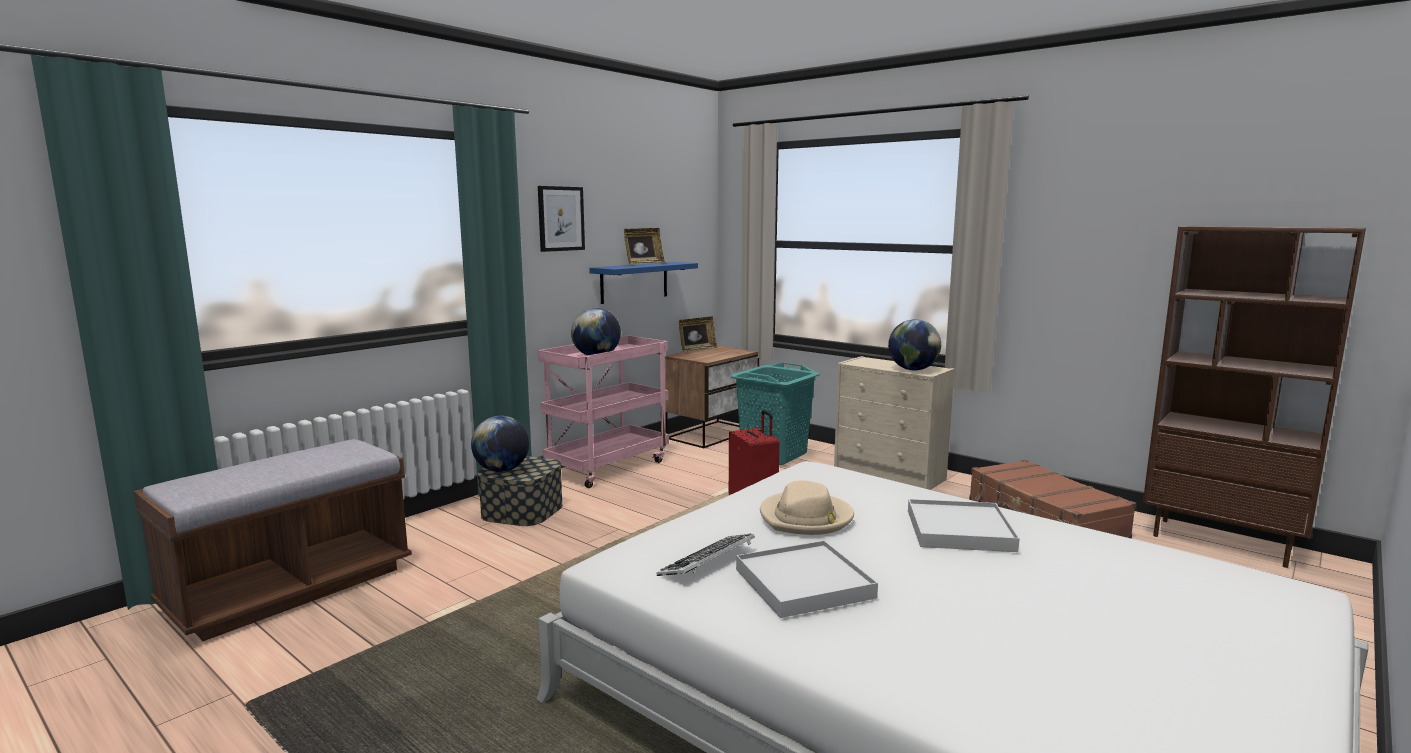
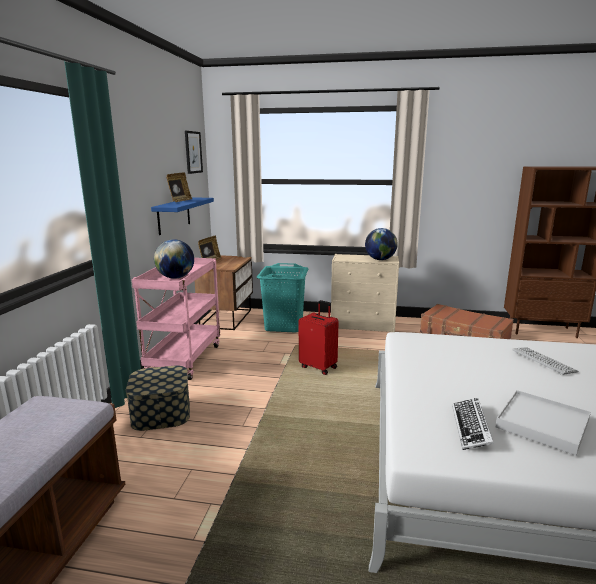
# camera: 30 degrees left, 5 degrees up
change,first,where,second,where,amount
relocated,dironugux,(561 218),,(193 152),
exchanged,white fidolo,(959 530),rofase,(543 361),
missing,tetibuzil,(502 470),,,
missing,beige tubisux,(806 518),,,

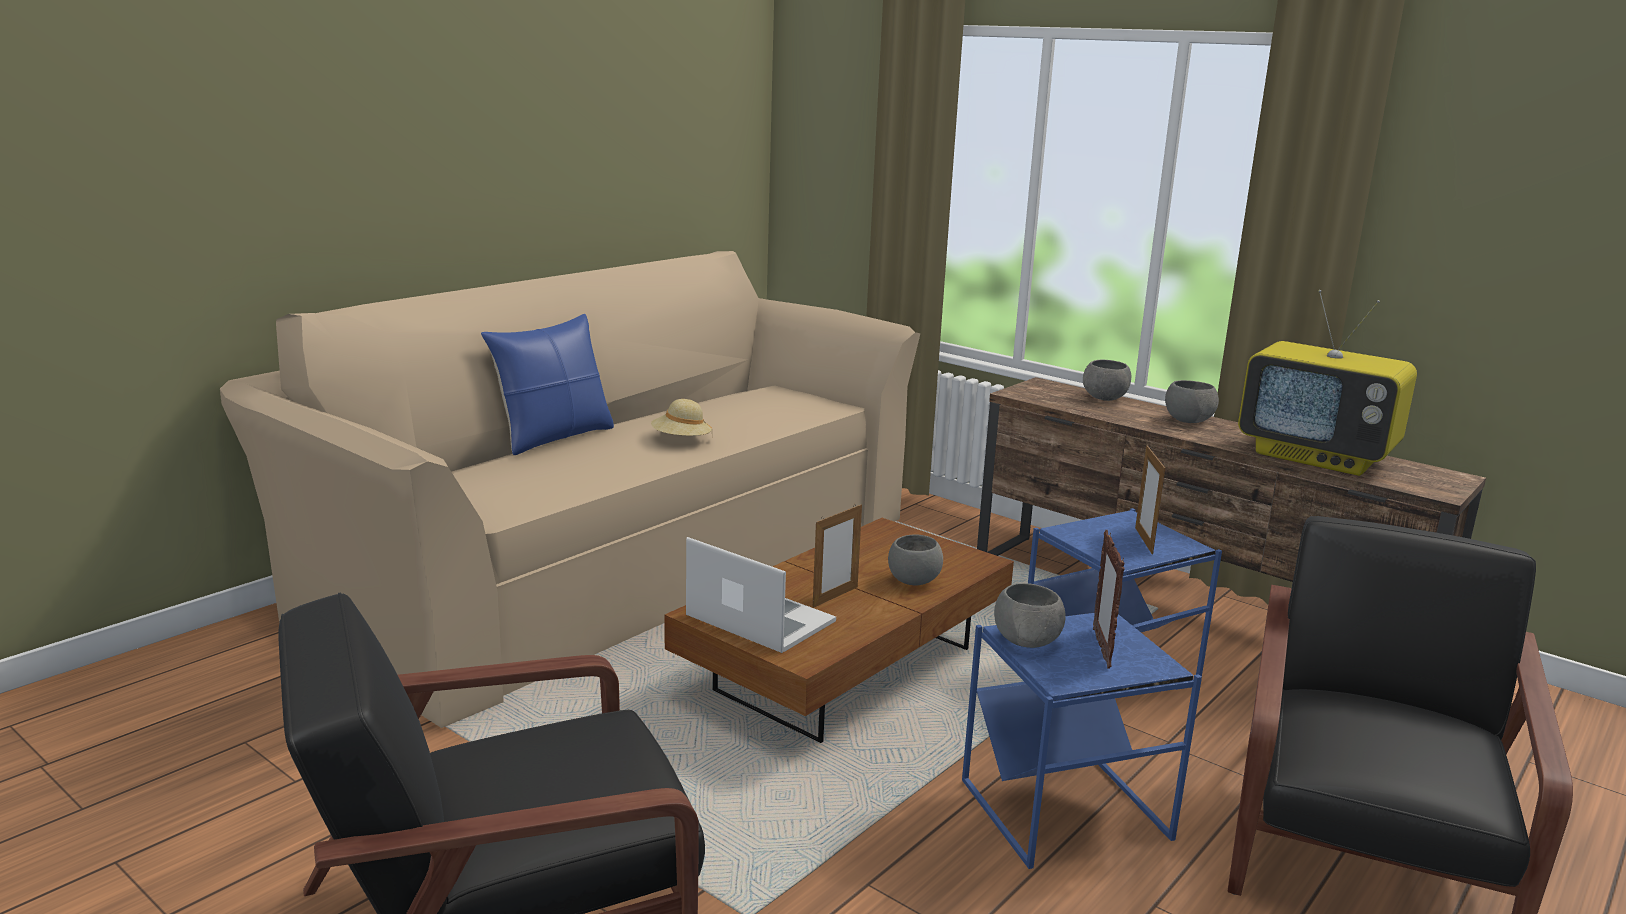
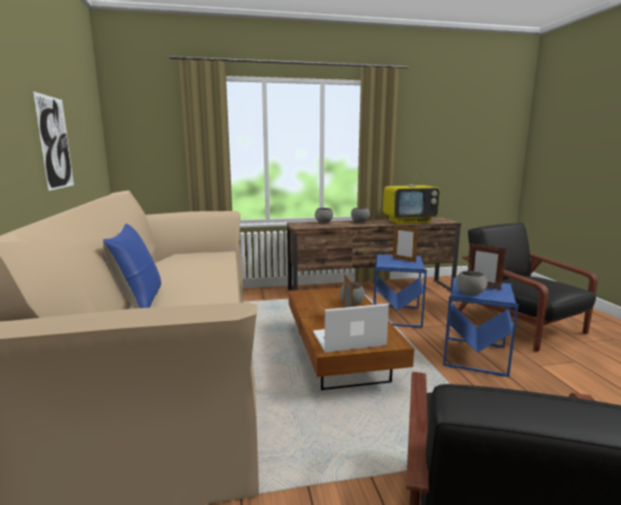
# camera: 50 degrees left, 5 degrees down
change,first,where,second,where,amount
appeared,,,dironugux,(55 143),
missing,beige tubisux,(681 441),,,

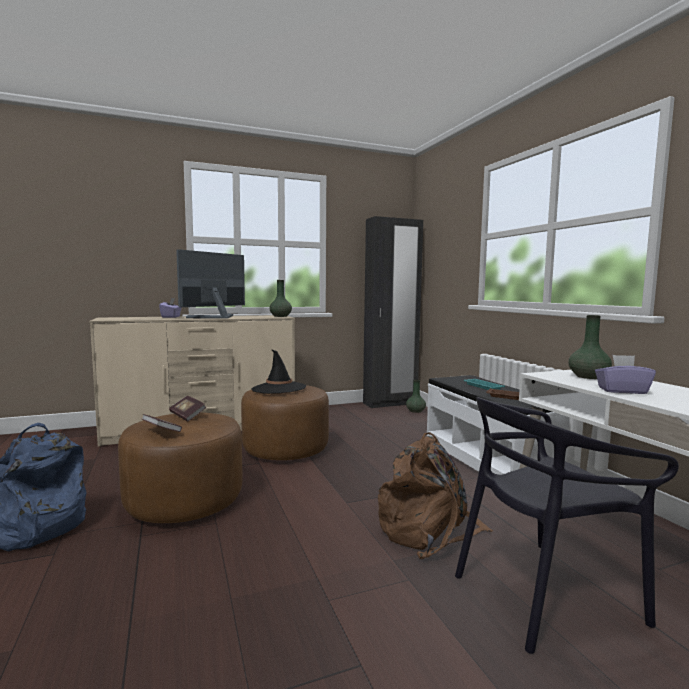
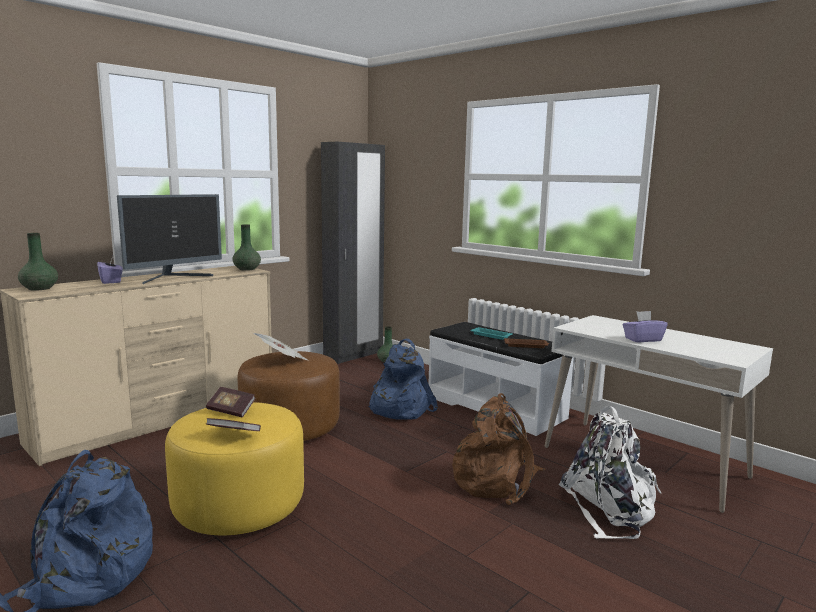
# camera: 25 degrees left, 5 degrees up
change,first,where,second,where,amount
relocated,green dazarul,(588 377),,(39 288),
spun,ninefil,(216 317),,(174 278),150 degrees counterclockwise
colour,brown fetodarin,(185 501),yellow fetodarin,(239 505),
exchanged,black tubisux,(279 388),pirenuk,(282 360),
appeared,,,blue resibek,(398 408),
exchanged,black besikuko,(544 594),white resibek,(609 508),

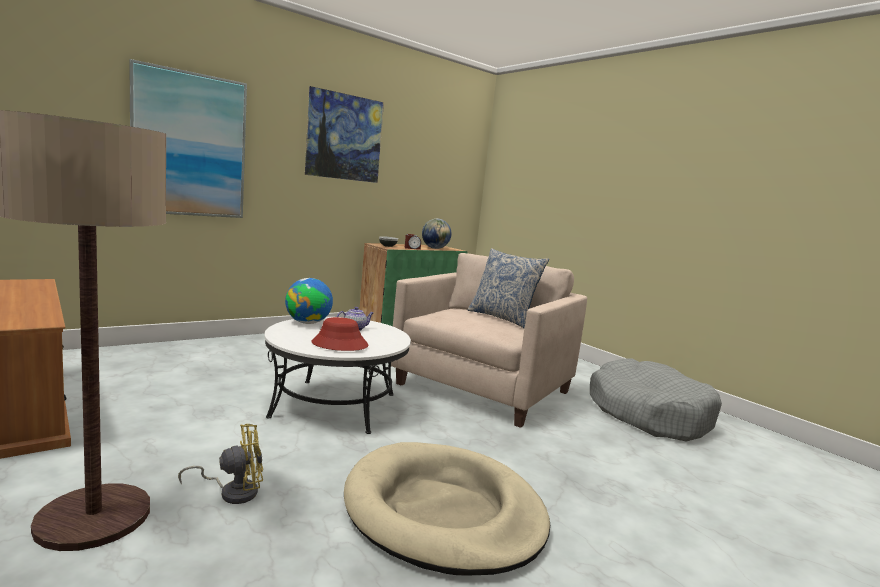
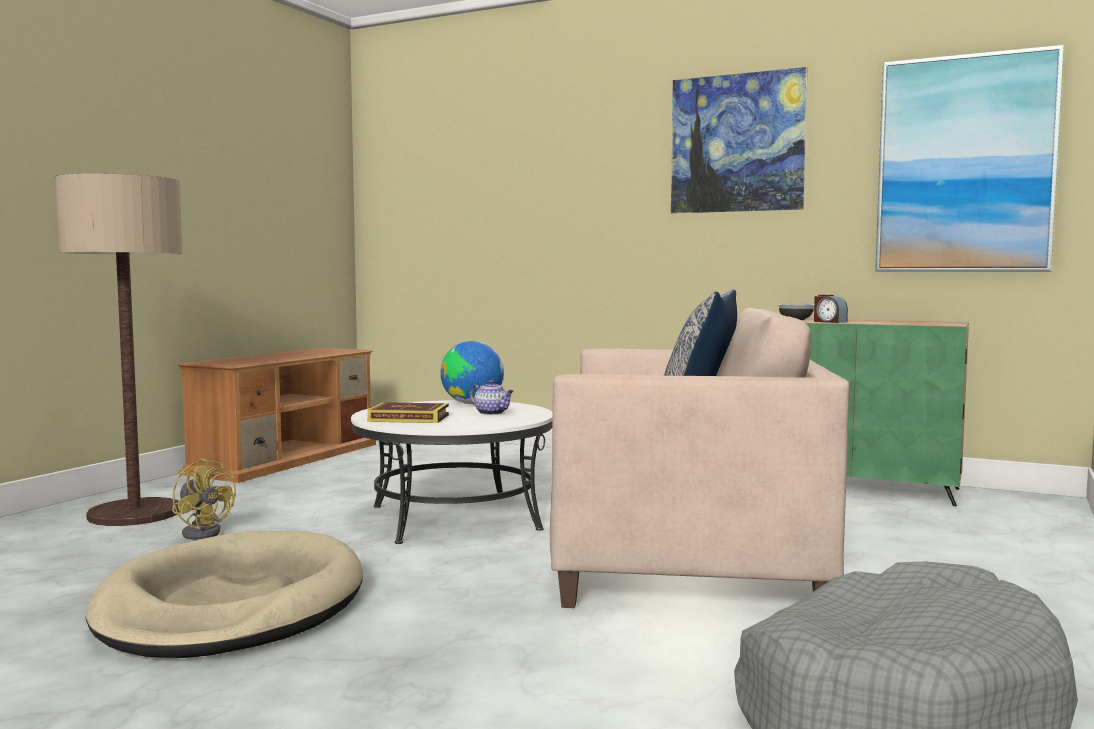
# camera: 65 degrees right, 5 degrees down
change,first,where,second,where,amount
exchanged,red tubisux,(339 344),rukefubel,(409 418),
relocated,dironugux,(190 145),,(965 164),
missing,tetibuzil,(435 248),,,

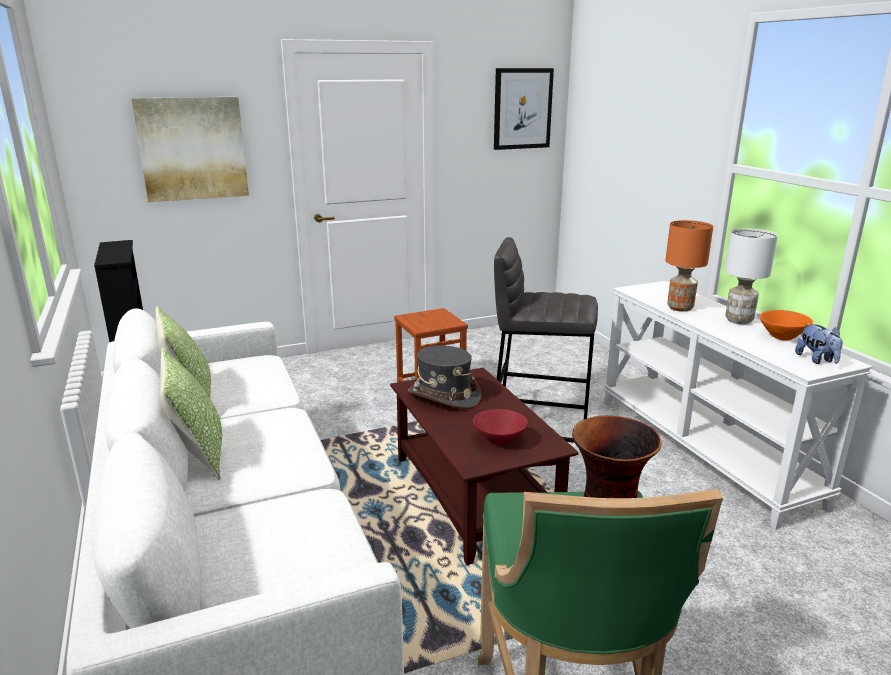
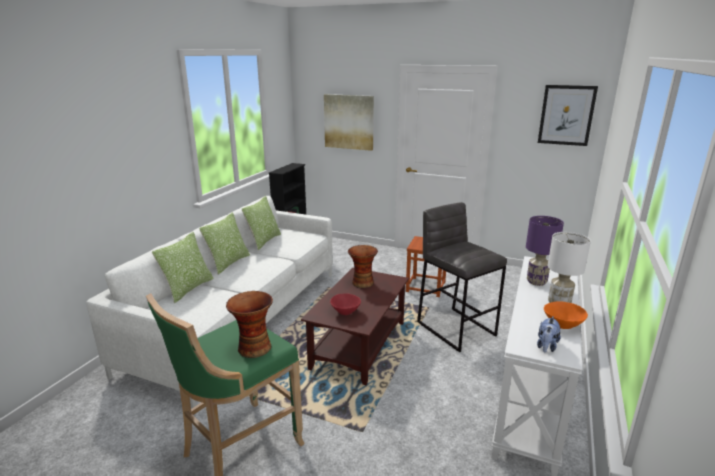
# camera: 45 degrees right, 0 degrees up
change,first,where,second,where,amount
appeared,,,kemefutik,(188 289),
exchanged,grey tubisux,(443 396),dazarul,(362 282),
colour,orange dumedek,(680 308),purple dumedek,(536 282),

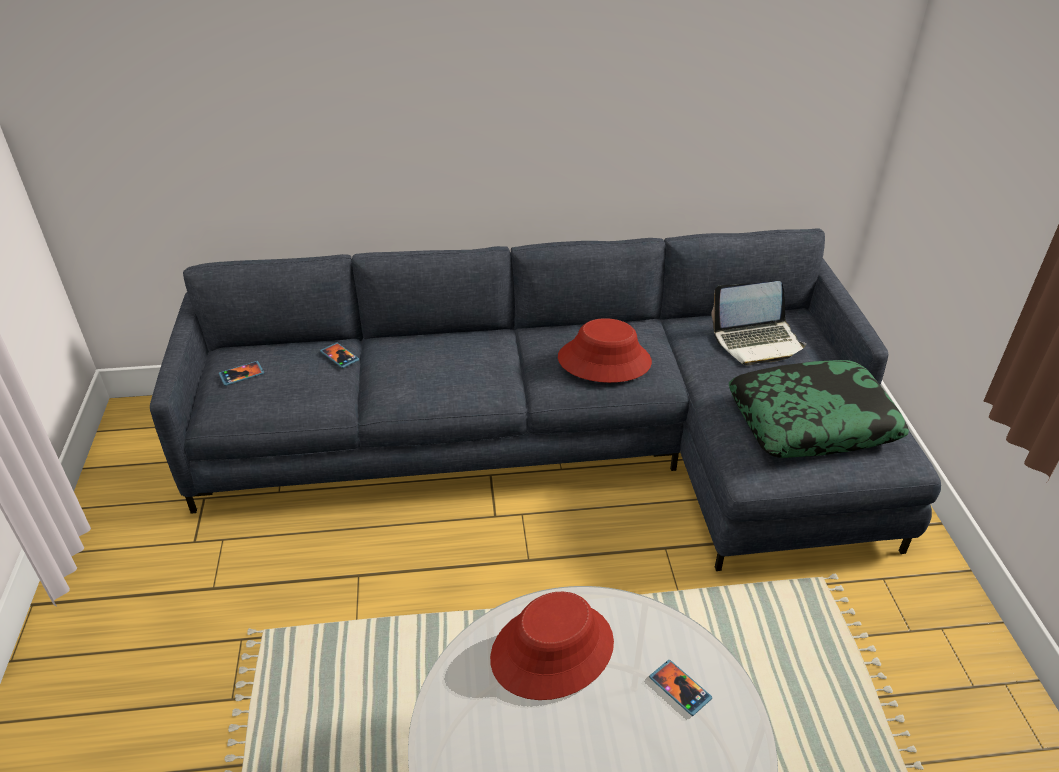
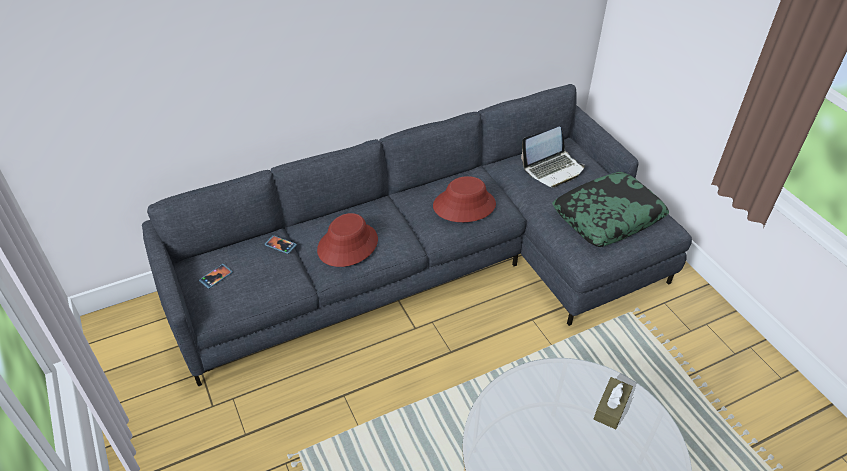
# camera: 20 degrees left, 5 degrees up
change,first,where,second,where,amount
relocated,red tubisux,(552 650),,(347 245),
exchanged,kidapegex,(680 688),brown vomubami,(611 408),

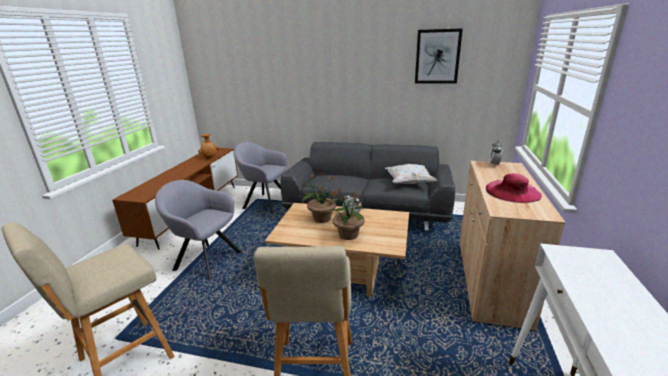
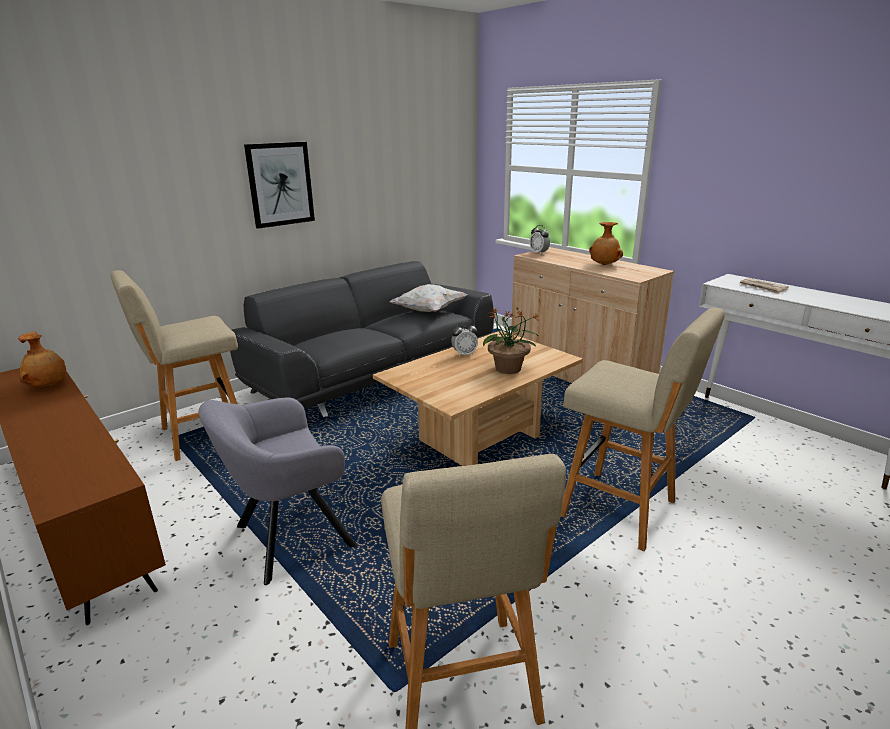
# camera: 55 degrees left, 0 degrees up
change,first,where,second,where,amount
exchanged,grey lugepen,(265 202),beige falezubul,(200 435),
relocated,dironugux,(437 56),,(280 184),
exchanged,pink tubisux,(512 191),brown dazarul,(604 265),
appeared,,,pirenuk,(762 287),
missing,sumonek,(321 218),,,

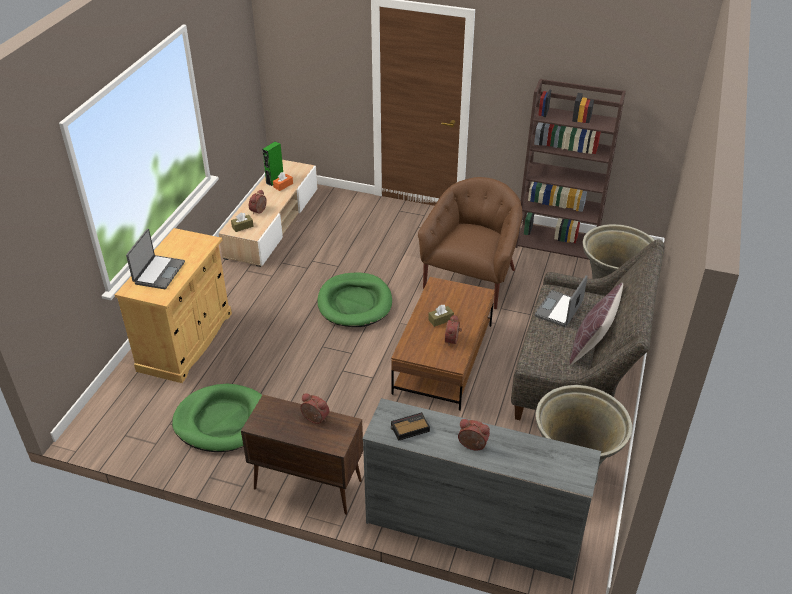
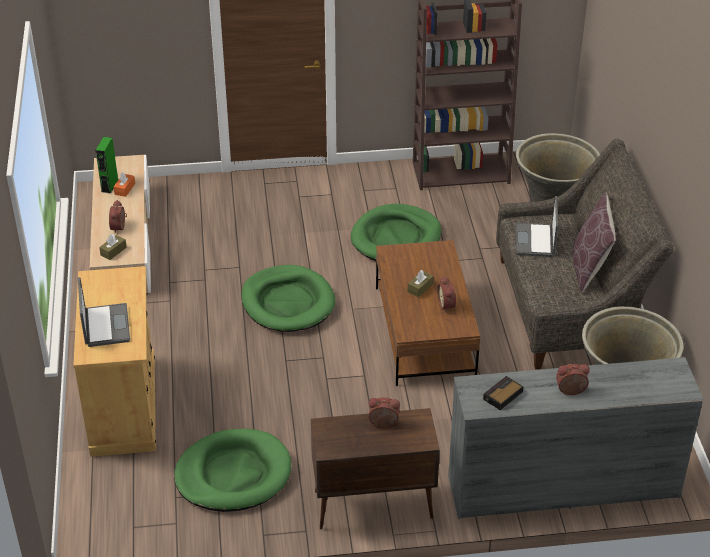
# camera: 25 degrees left, 0 degrees up
change,first,where,second,where,amount
exchanged,brown lugepen,(471 278),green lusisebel,(396 238),

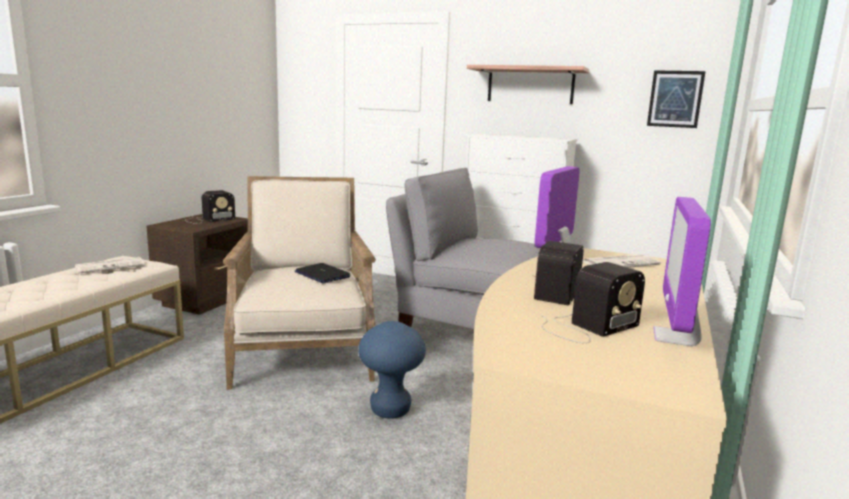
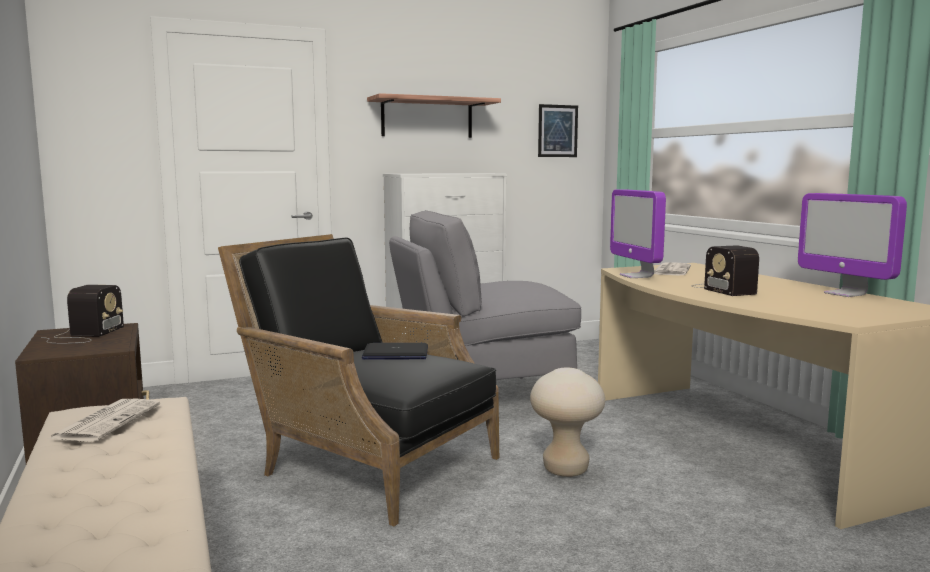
# camera: 45 degrees left, 5 degrees down
change,first,where,second,where,amount
colour,beige lugepen,(303 348),black lugepen,(365 463),
colour,blue falezubul,(390 410),beige falezubul,(565 470),
missing,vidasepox,(587 327),,,

